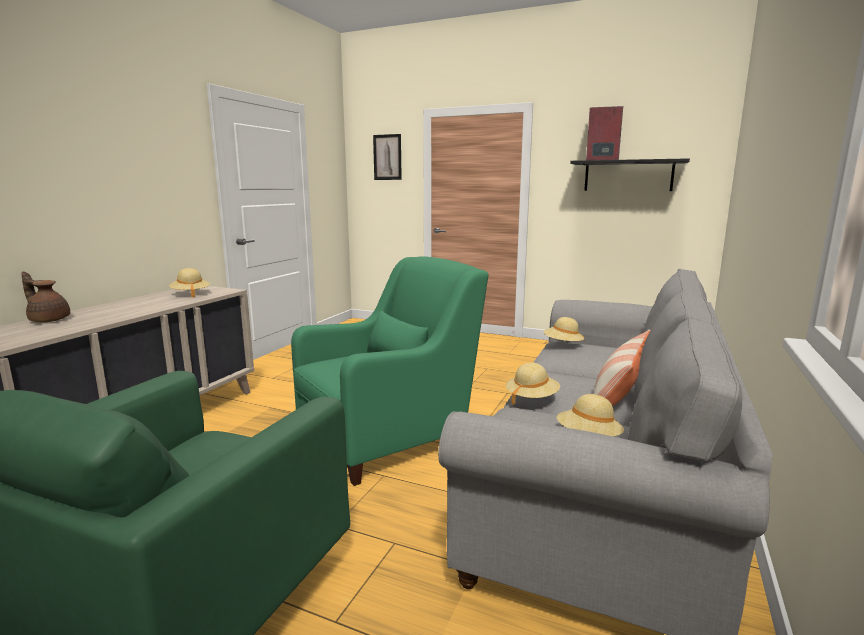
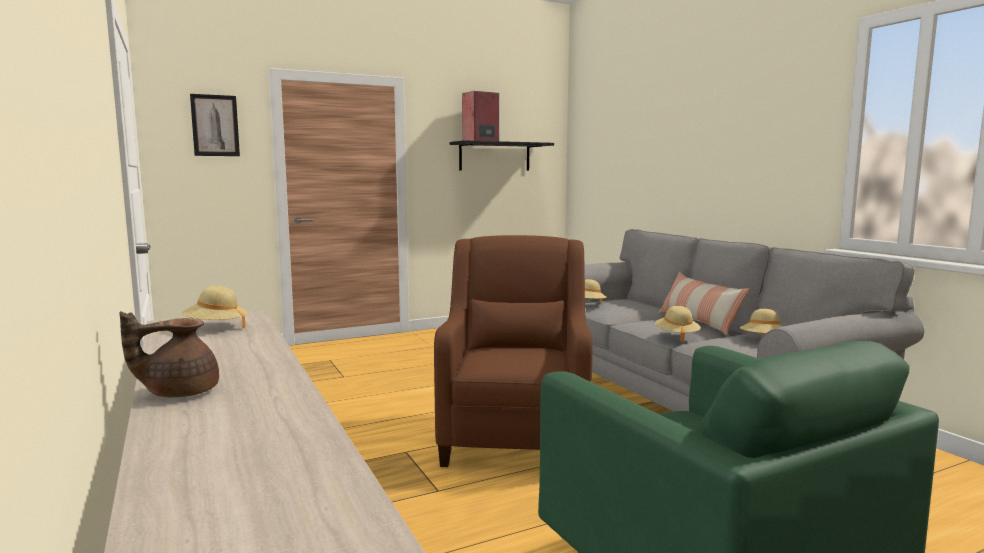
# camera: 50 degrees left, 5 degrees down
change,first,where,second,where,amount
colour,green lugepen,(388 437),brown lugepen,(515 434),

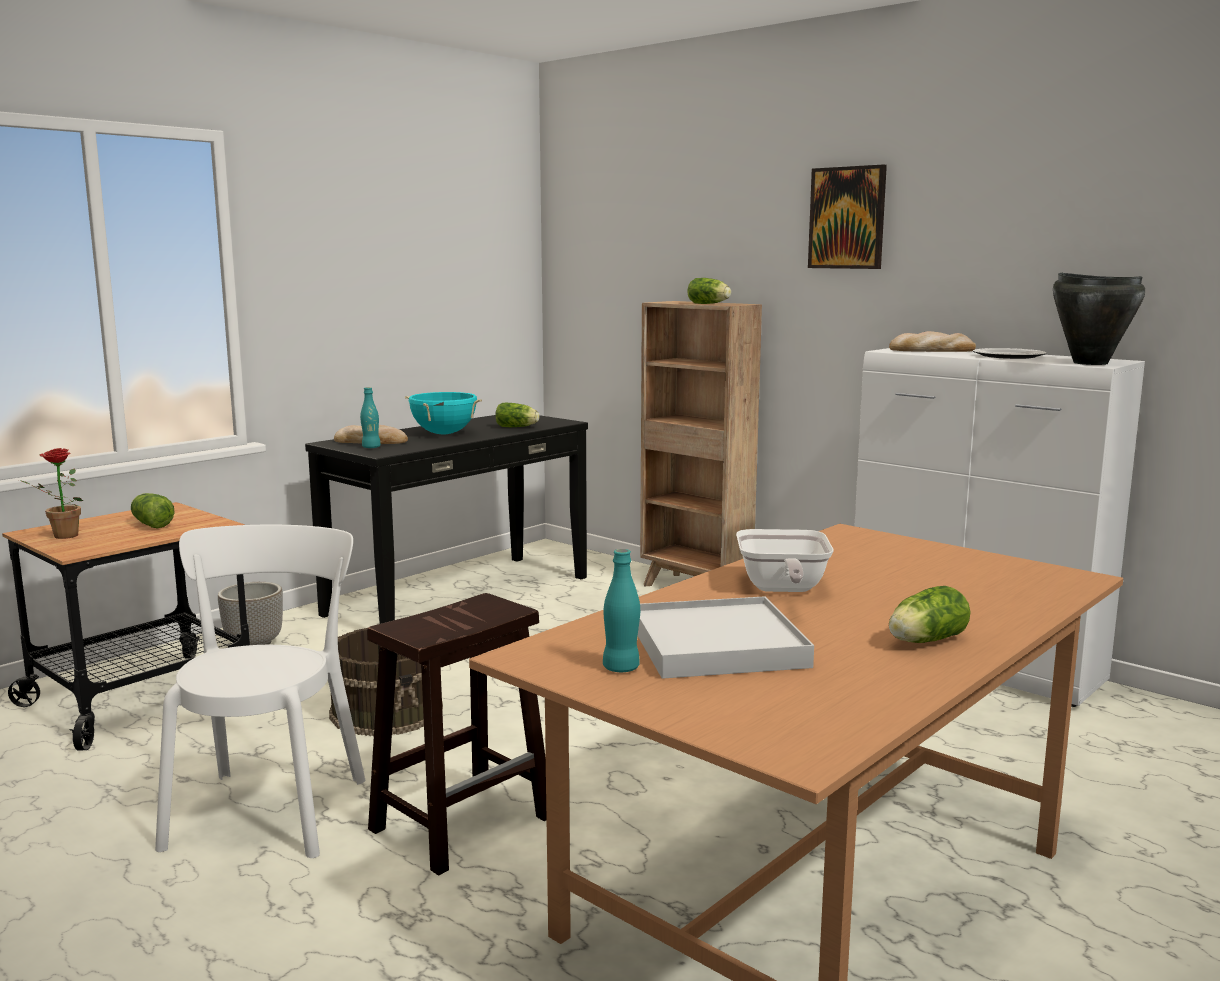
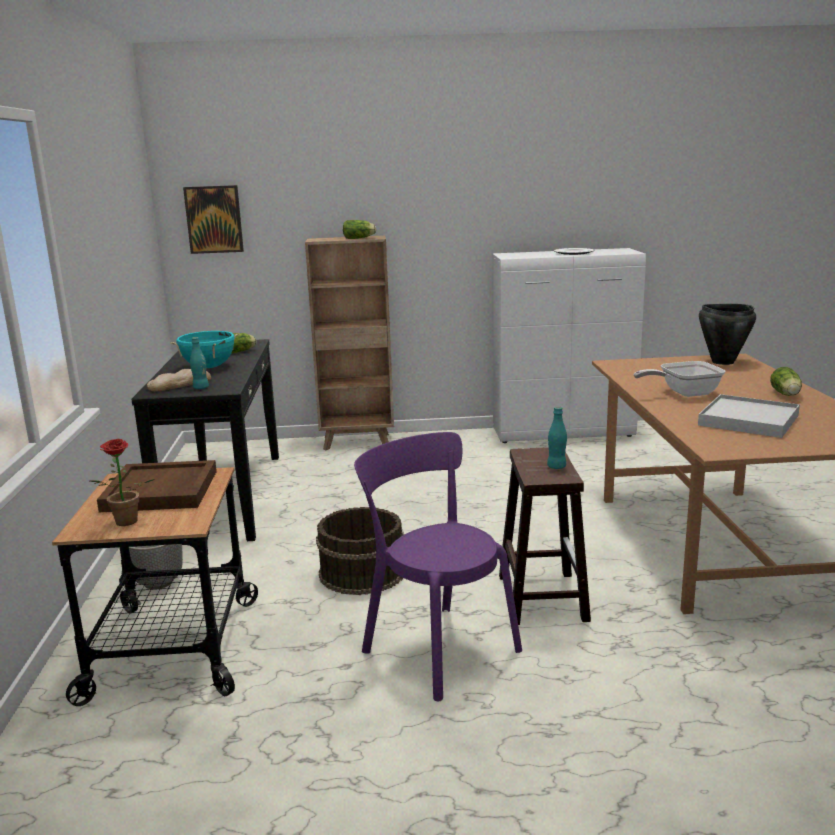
# camera: 45 degrees left, 5 degrees up
change,first,where,second,where,amount
exchanged,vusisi,(151 524),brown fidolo,(161 491),
relocated,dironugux,(847 218),,(214 219),
colour,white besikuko,(270 807),purple besikuko,(436 647),
relocated,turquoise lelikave,(621 668),,(556 467),
spun,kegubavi,(782 589),,(684 393),120 degrees clockwise
relocated,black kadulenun,(1089 363),,(722 362),
missing,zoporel,(931 350),,,

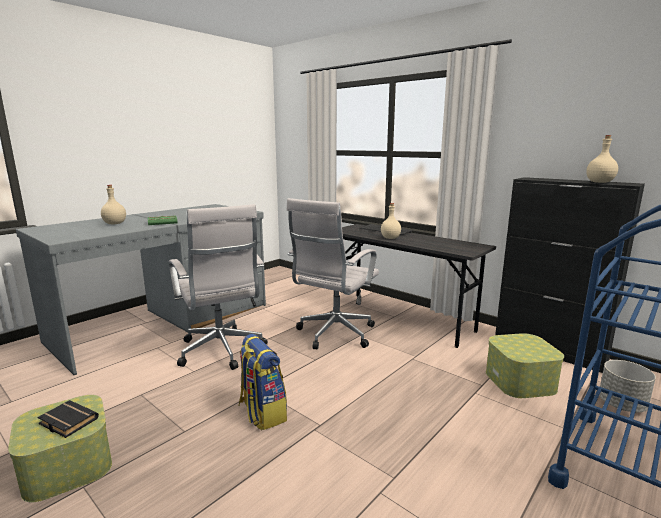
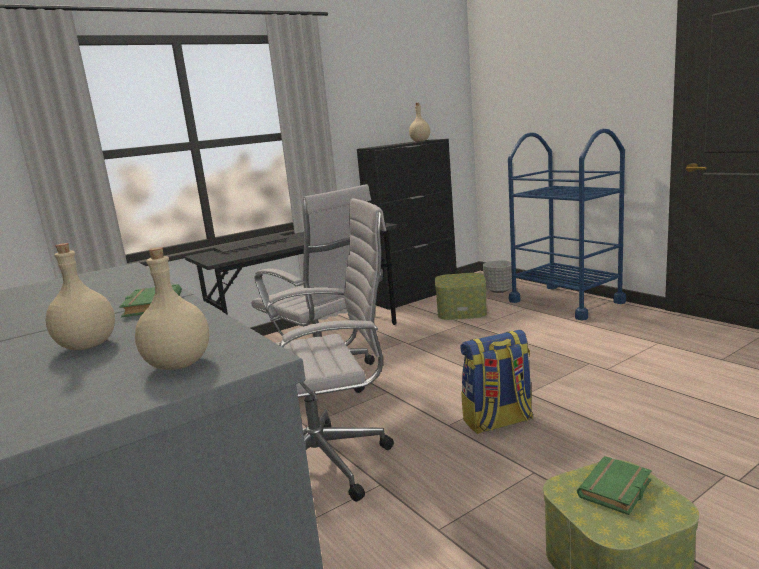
# camera: 75 degrees left, 0 degrees up
change,first,where,second,where,amount
relocated,beige lelikave,(390 238),,(180 364),
colour,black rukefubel,(66 422),green rukefubel,(616 491),

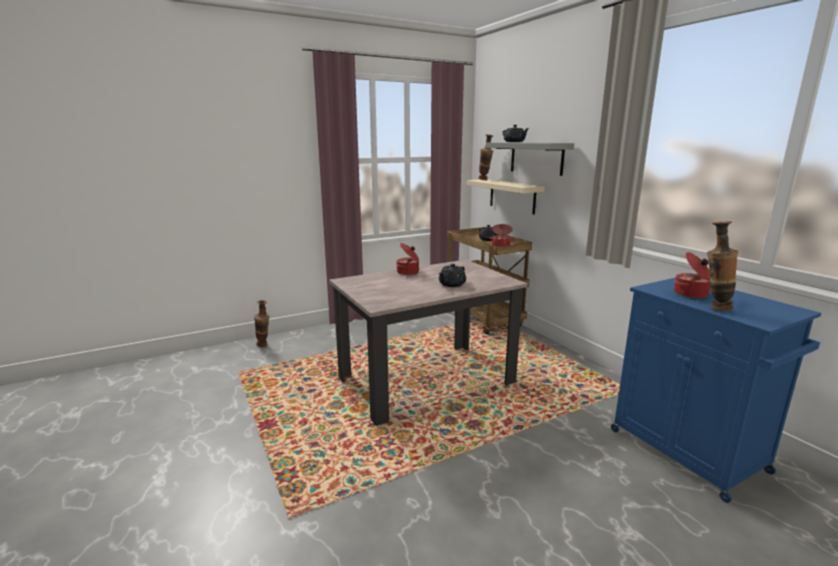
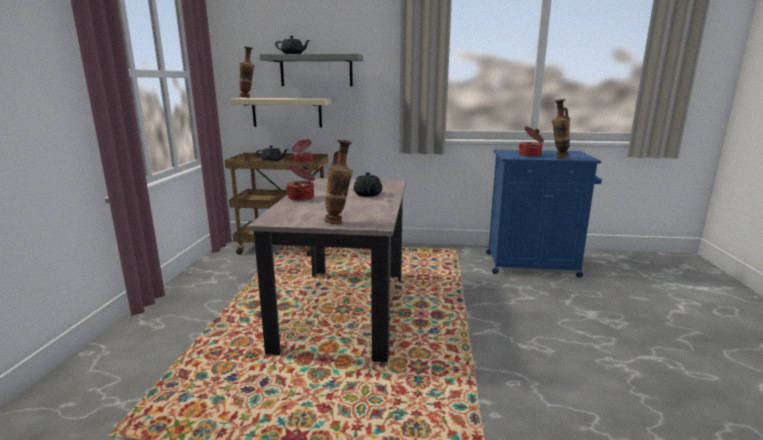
# camera: 55 degrees left, 0 degrees up
change,first,where,second,where,amount
relocated,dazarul,(264 346),,(339 222),

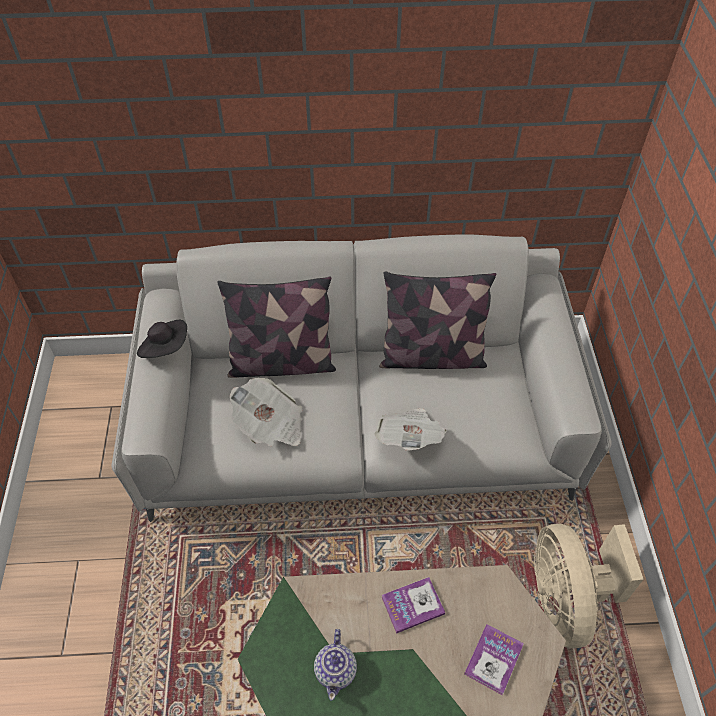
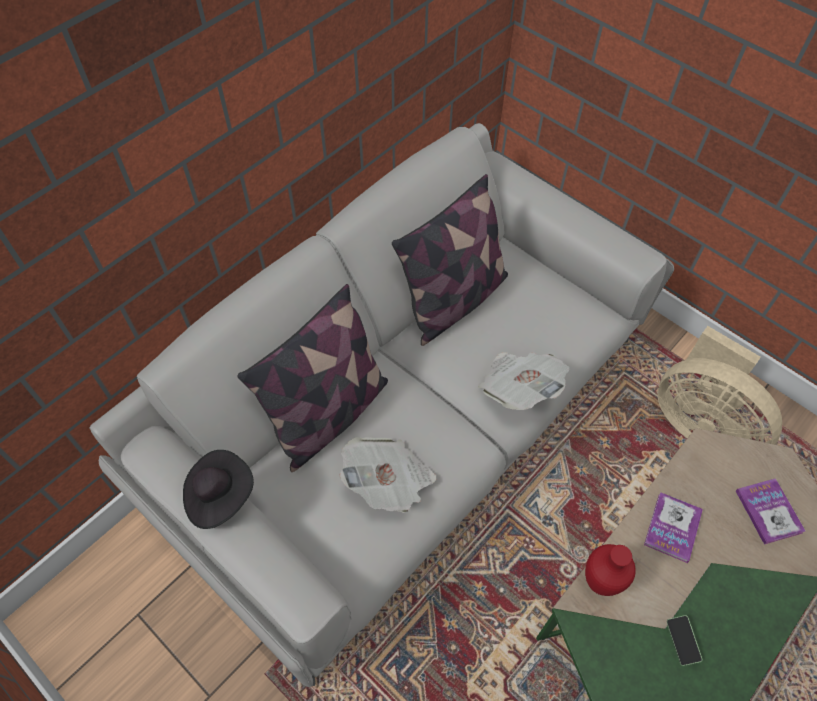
# camera: 45 degrees left, 5 degrees up
change,first,where,second,where,amount
appeared,,,red dazarul,(598 582),
exchanged,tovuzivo,(336 670),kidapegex,(682 641),

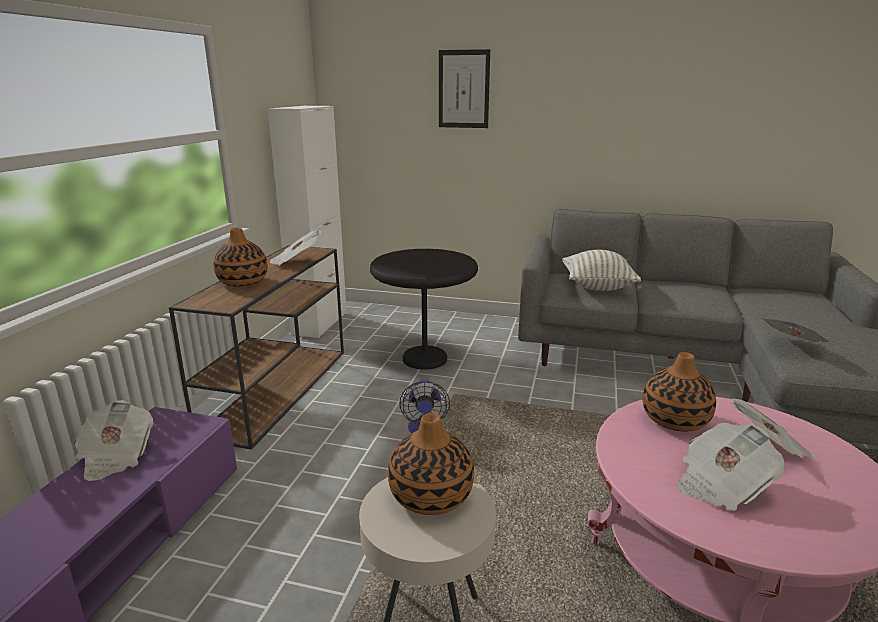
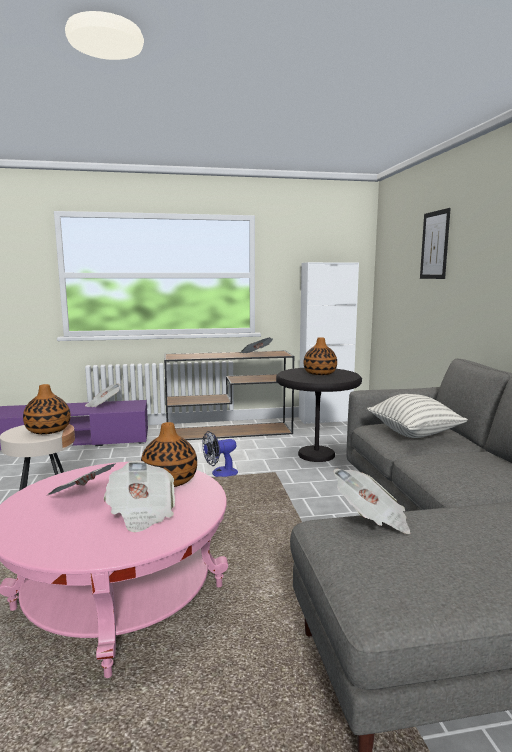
# camera: 65 degrees right, 10 degrees down
change,first,where,second,where,amount
relocated,dazarul,(242 282),,(319 373),

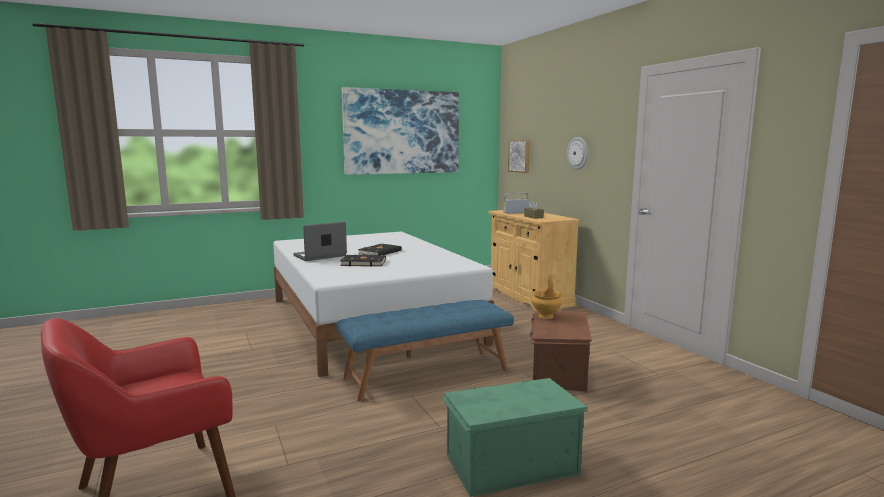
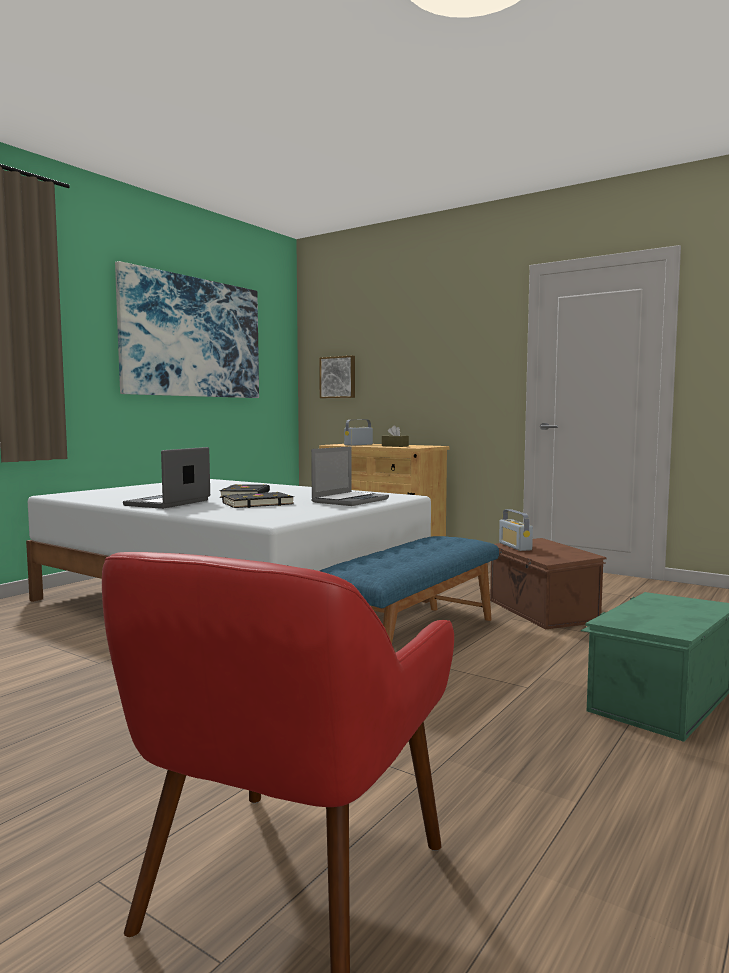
# camera: 30 degrees left, 5 degrees down
change,first,where,second,where,amount
appeared,,,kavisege,(350 500),
exchanged,brown dazarul,(546 316),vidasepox,(515 546),
missing,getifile,(578 153),,,

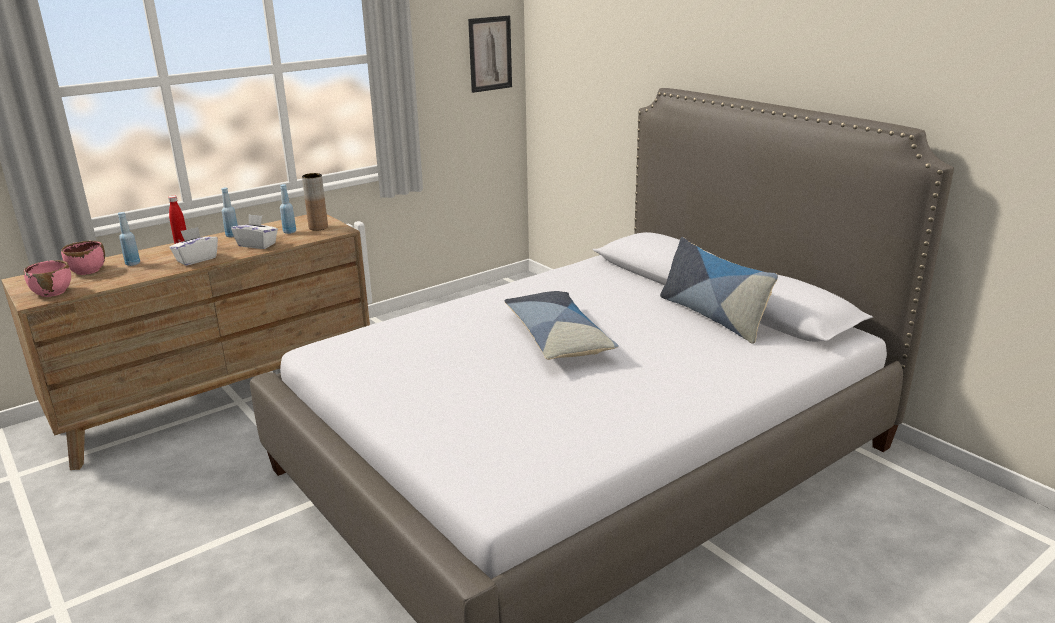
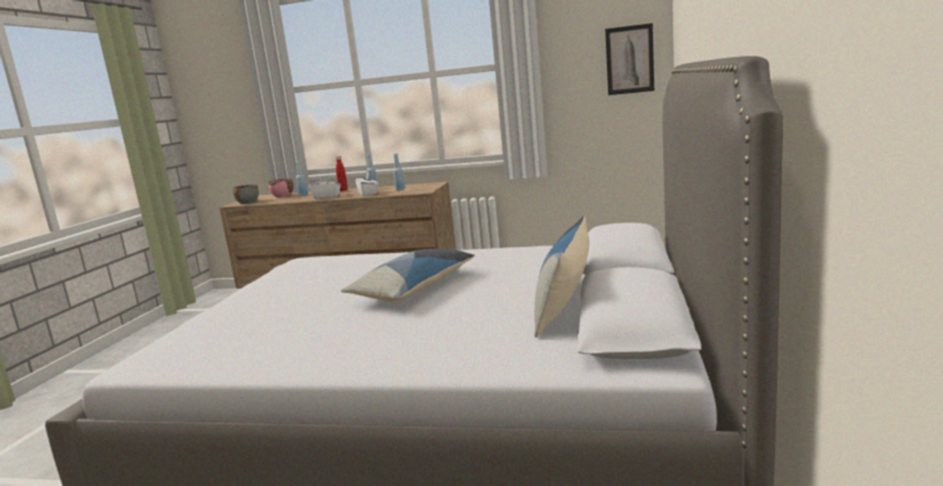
# camera: 50 degrees right, 10 degrees down
change,first,where,second,where,amount
colour,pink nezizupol,(52 292),grey nezizupol,(248 202),
missing,brown dazarul,(318 227),,,

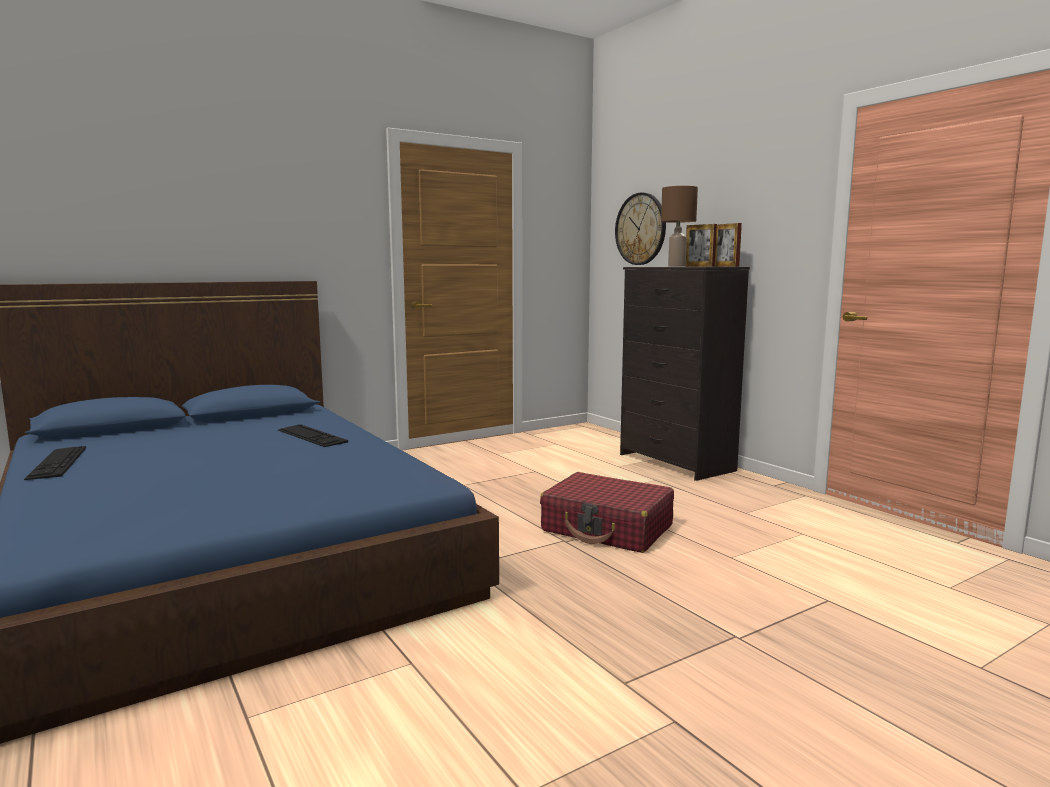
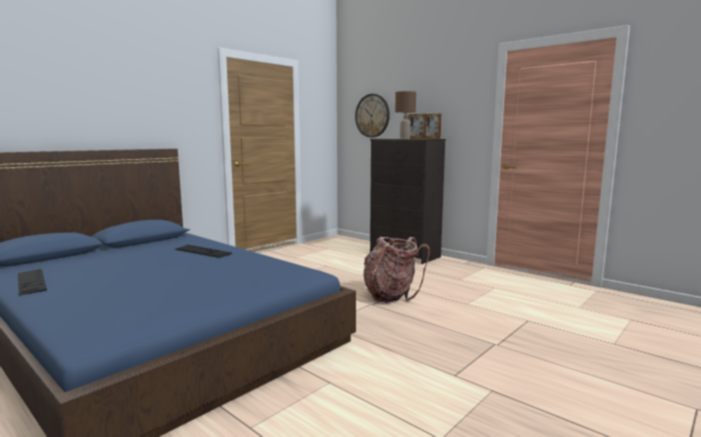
# camera: 15 degrees left, 0 degrees up
change,first,where,second,where,amount
exchanged,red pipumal,(607 528),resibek,(391 295),

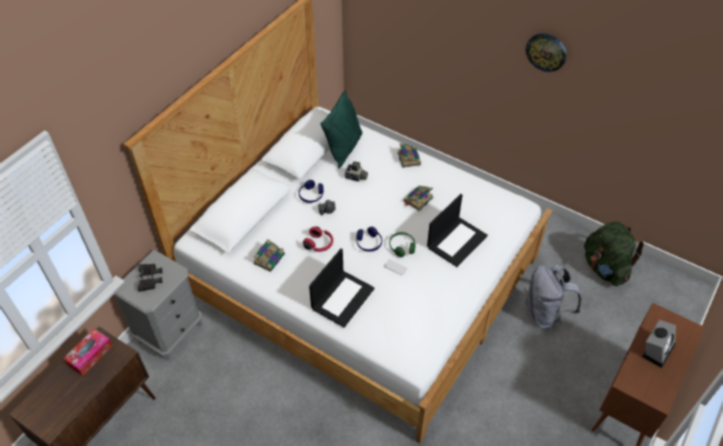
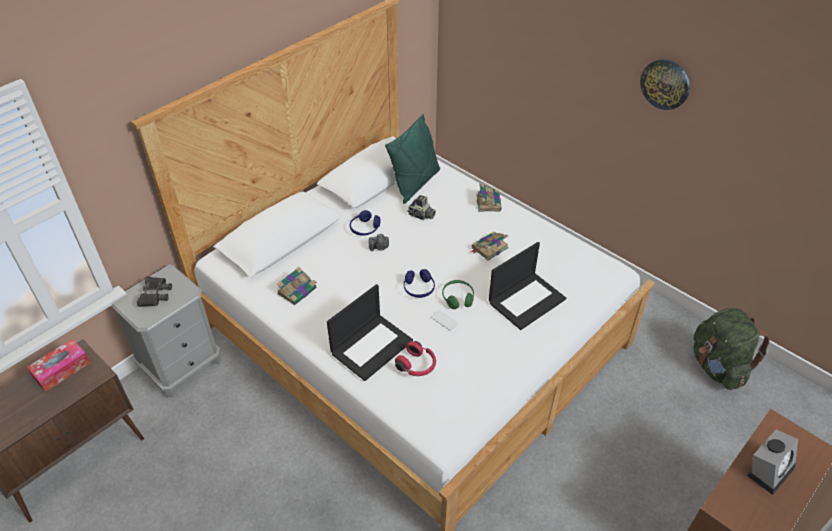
# camera: 10 degrees right, 5 degrees down
change,first,where,second,where,amount
relocated,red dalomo,(319 244),,(417 365),
missing,grey resibek,(545 313),,,

